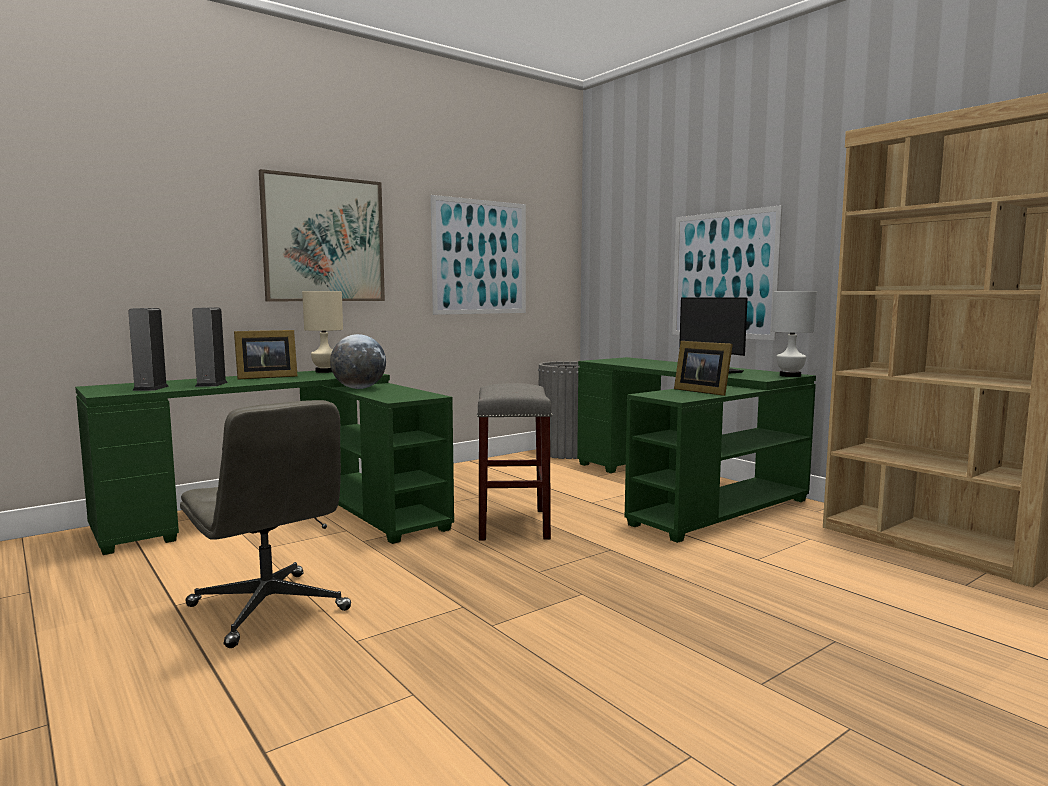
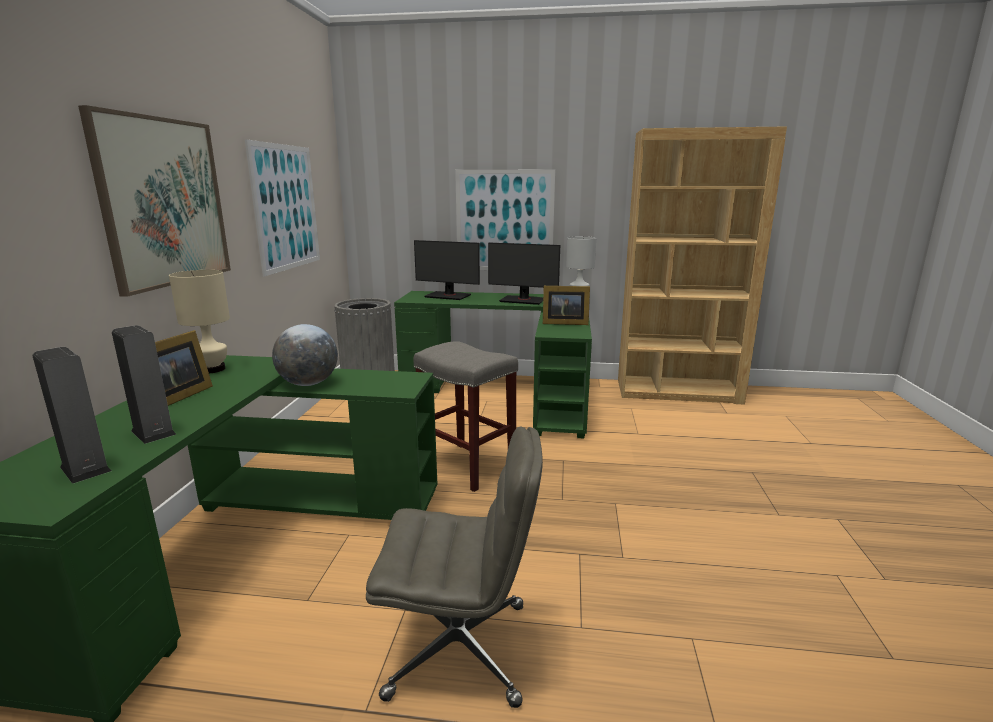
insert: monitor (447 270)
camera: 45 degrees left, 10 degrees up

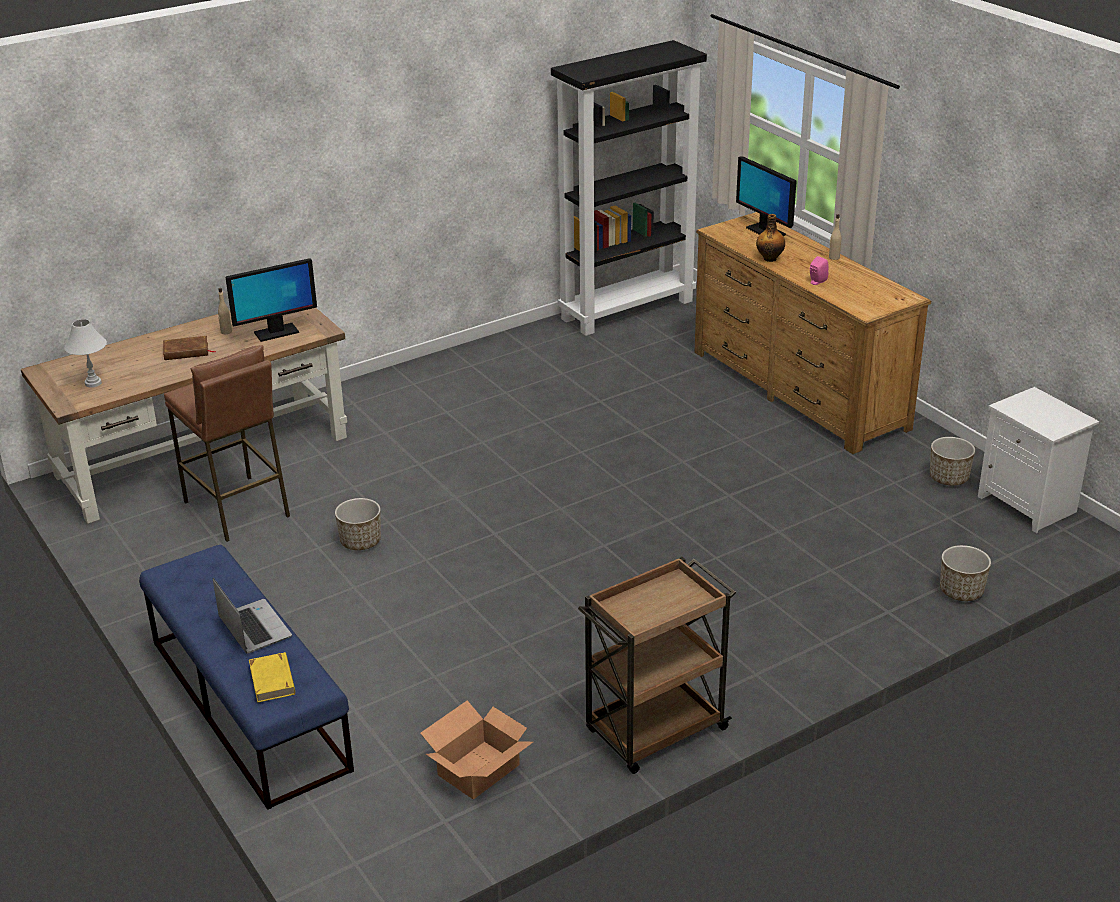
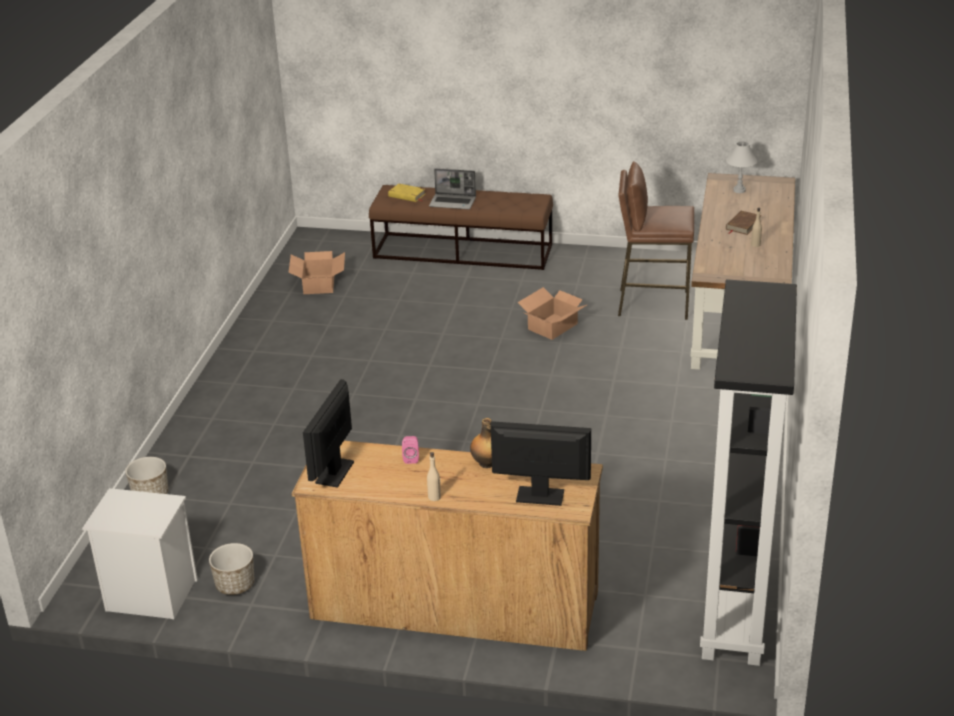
delete: brown_cart (657 665)
move: monitor (271 300) to (328 433)
replace: planter (358 524) to cardboard_box (552 313)
recolor: blue_bench (246 677) to brown_bench (461 227)
camera: 135 degrees right, 0 degrees up

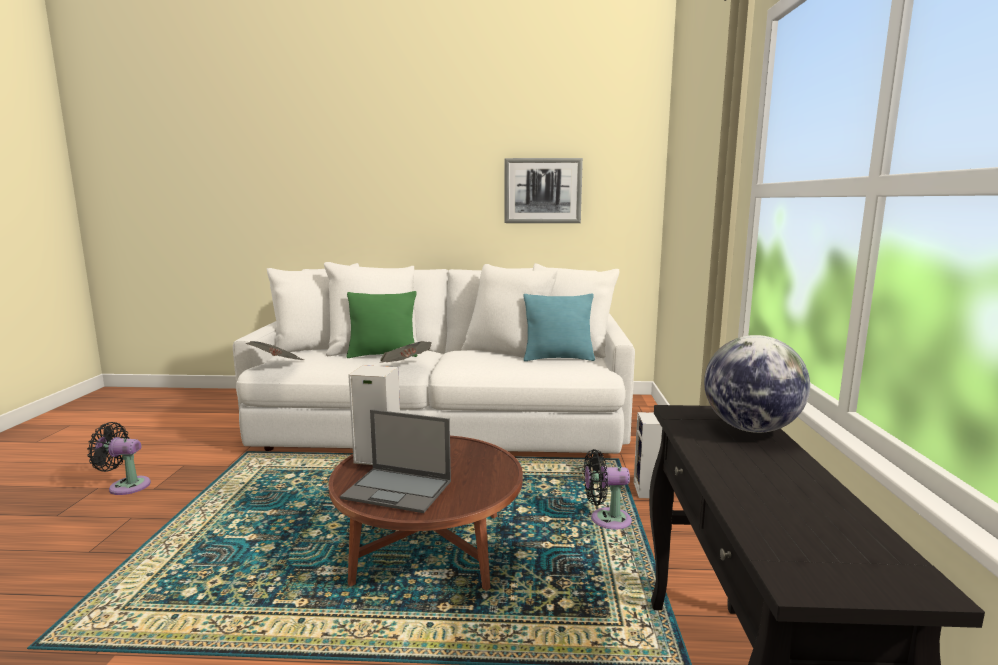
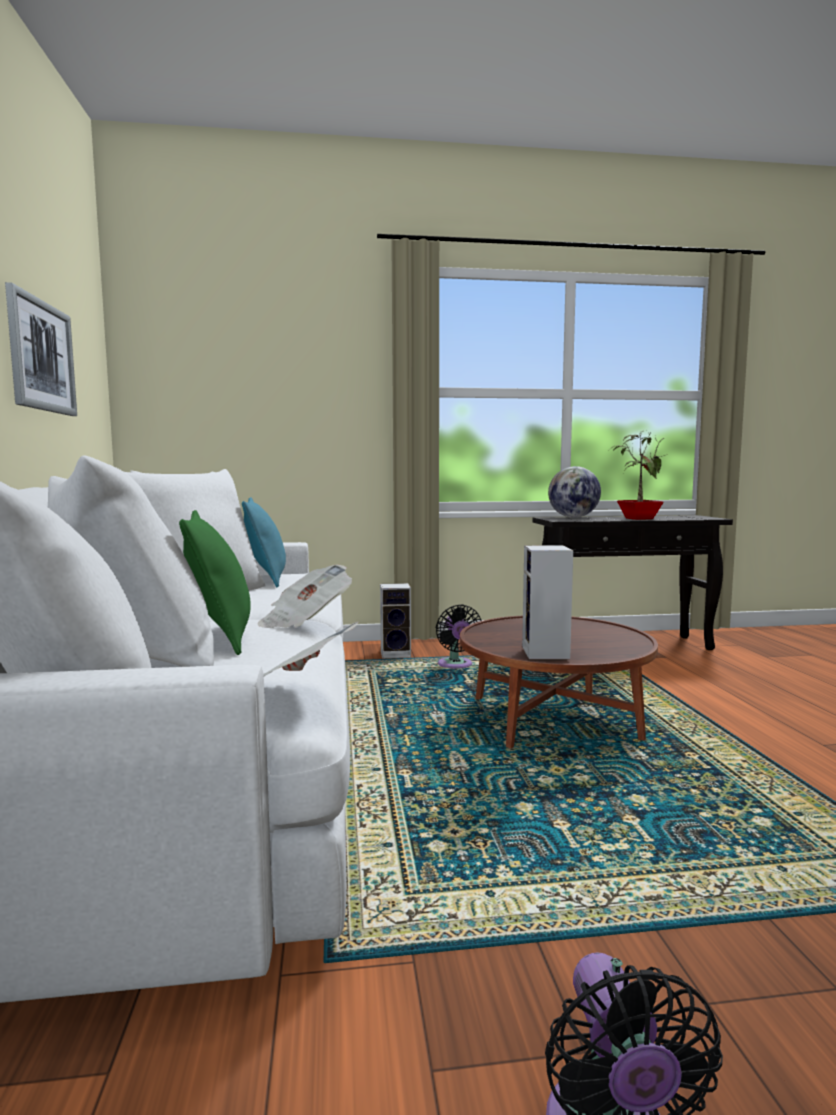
delete: laptop (395 461)
insert: potted_plant (637 475)
camera: 100 degrees left, 5 degrees down

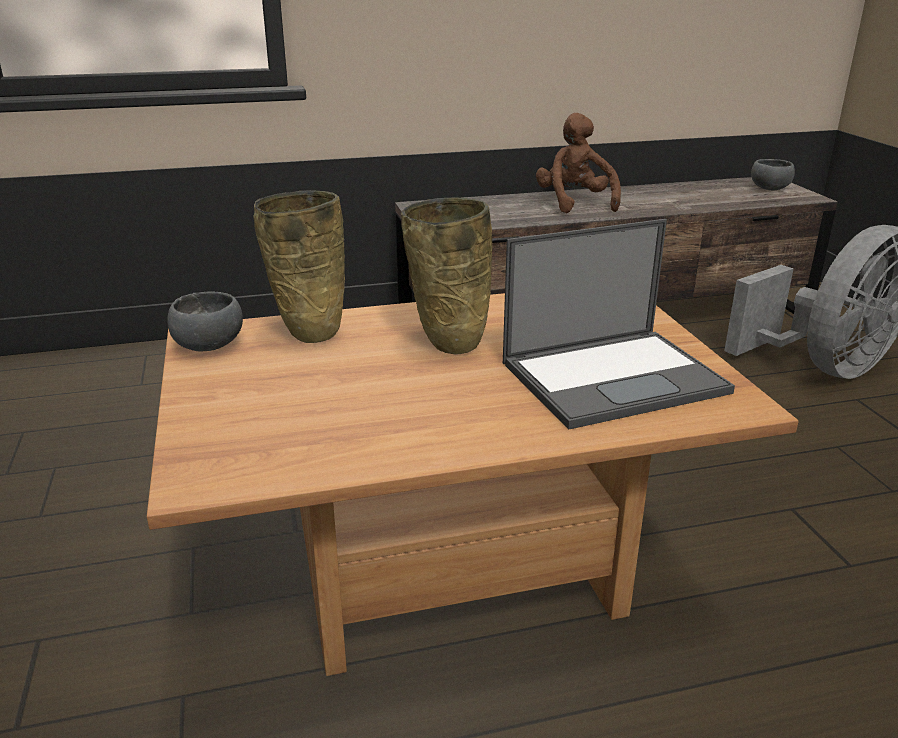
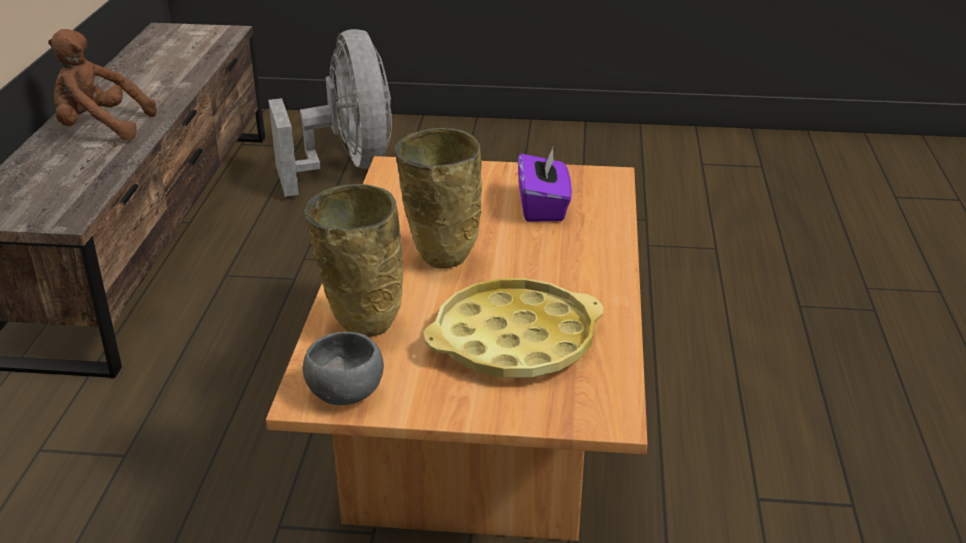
delete: grey_bowl (773 175)
insert: yellow_tray (513 328)
replace: laptop (619 324) to purple_tissue_box (545 185)
camera: 70 degrees left, 5 degrees up

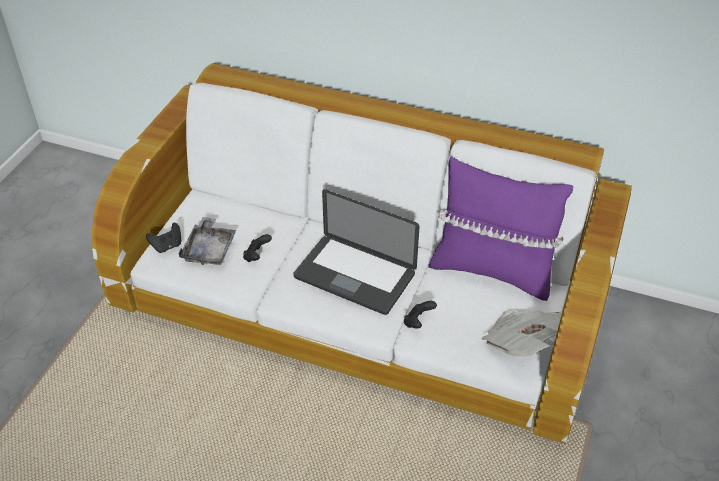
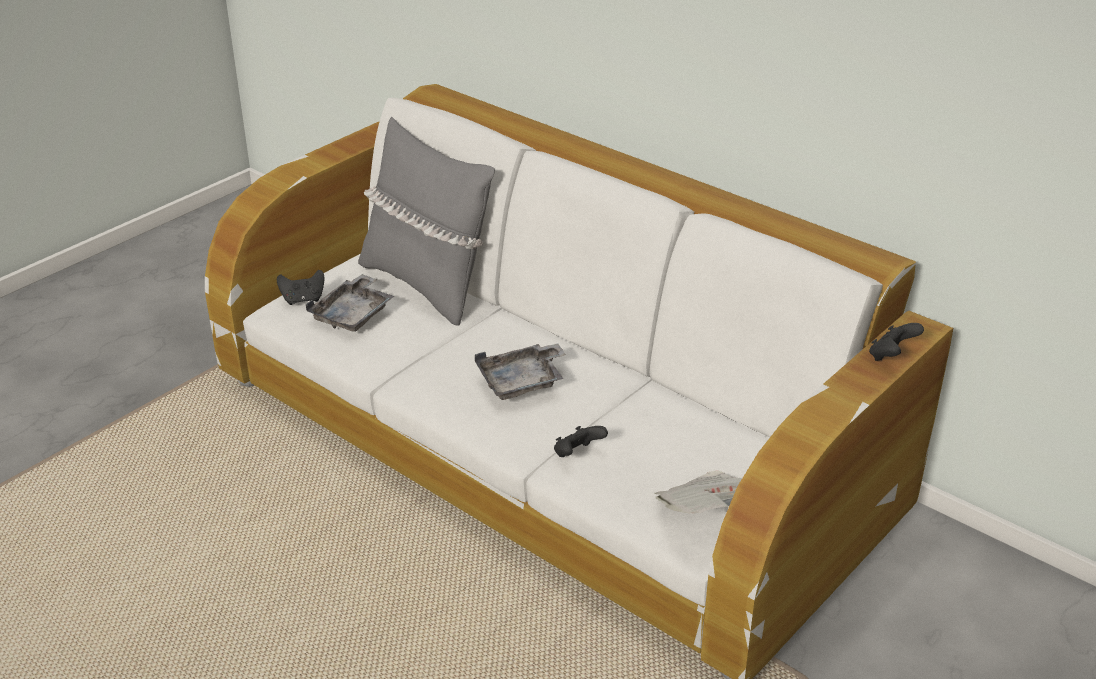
delete: purple_pillow (500 228)
insert: grey_pillow (426 221)
move: black_game_controller (257 248) to (896 342)
replace: laptop (356 252) to grey_tray (520 371)
camera: 20 degrees right, 10 degrees down

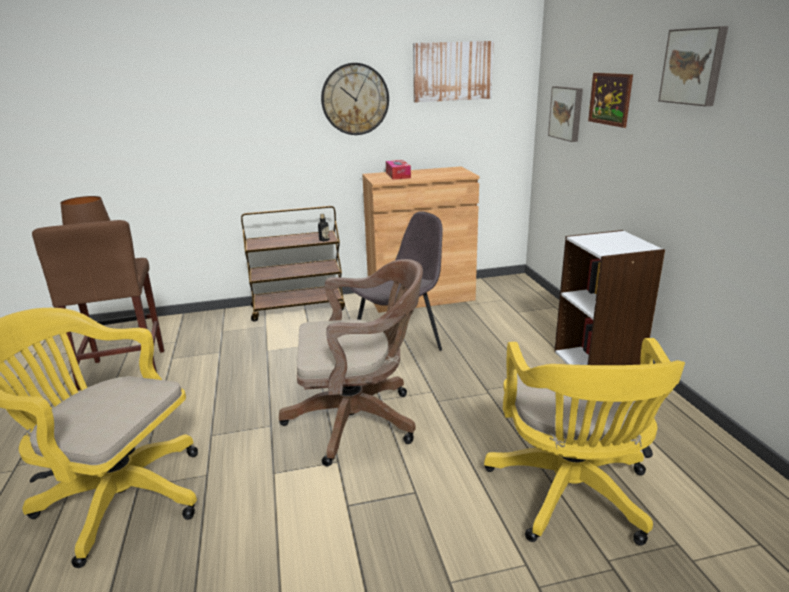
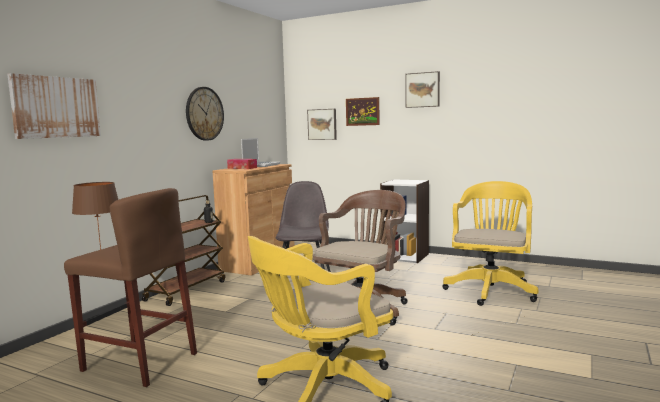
insert: laptop (260 152)
move: picture (453 72) to (54 106)
rotate: yellow_office_chair (584 442) = (490 243) 105 degrees counterclockwise
camera: 50 degrees left, 15 degrees down

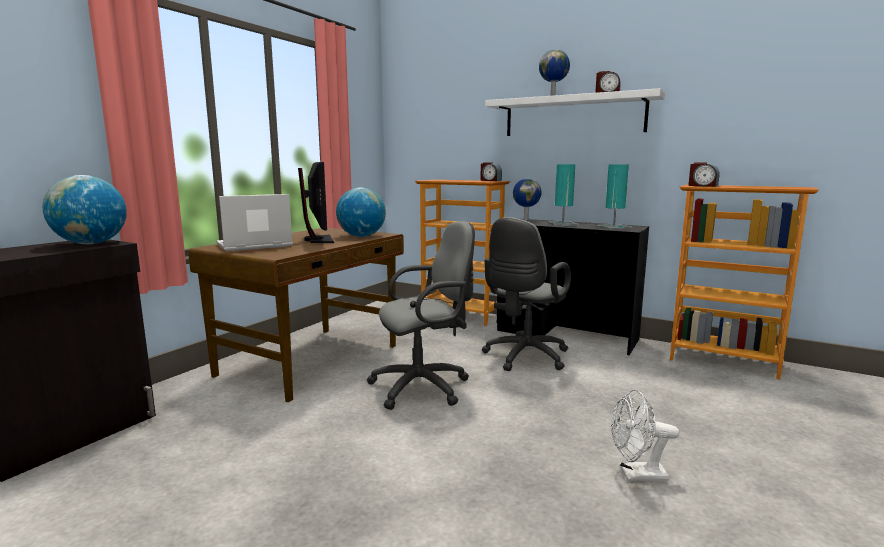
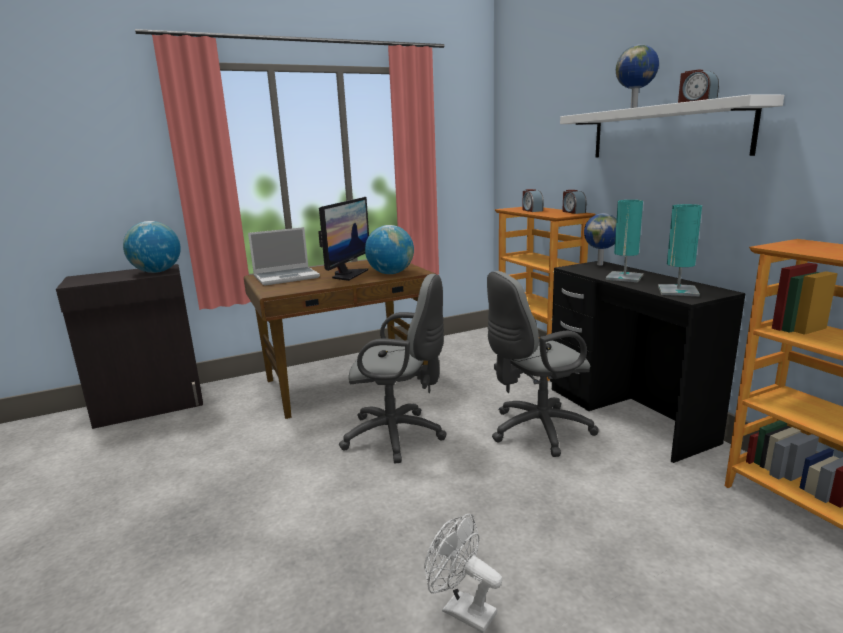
move: alarm_clock (703 175) to (532 200)
rotate: laptop (254 223) = (284 256) 150 degrees clockwise
camera: 35 degrees right, 5 degrees up

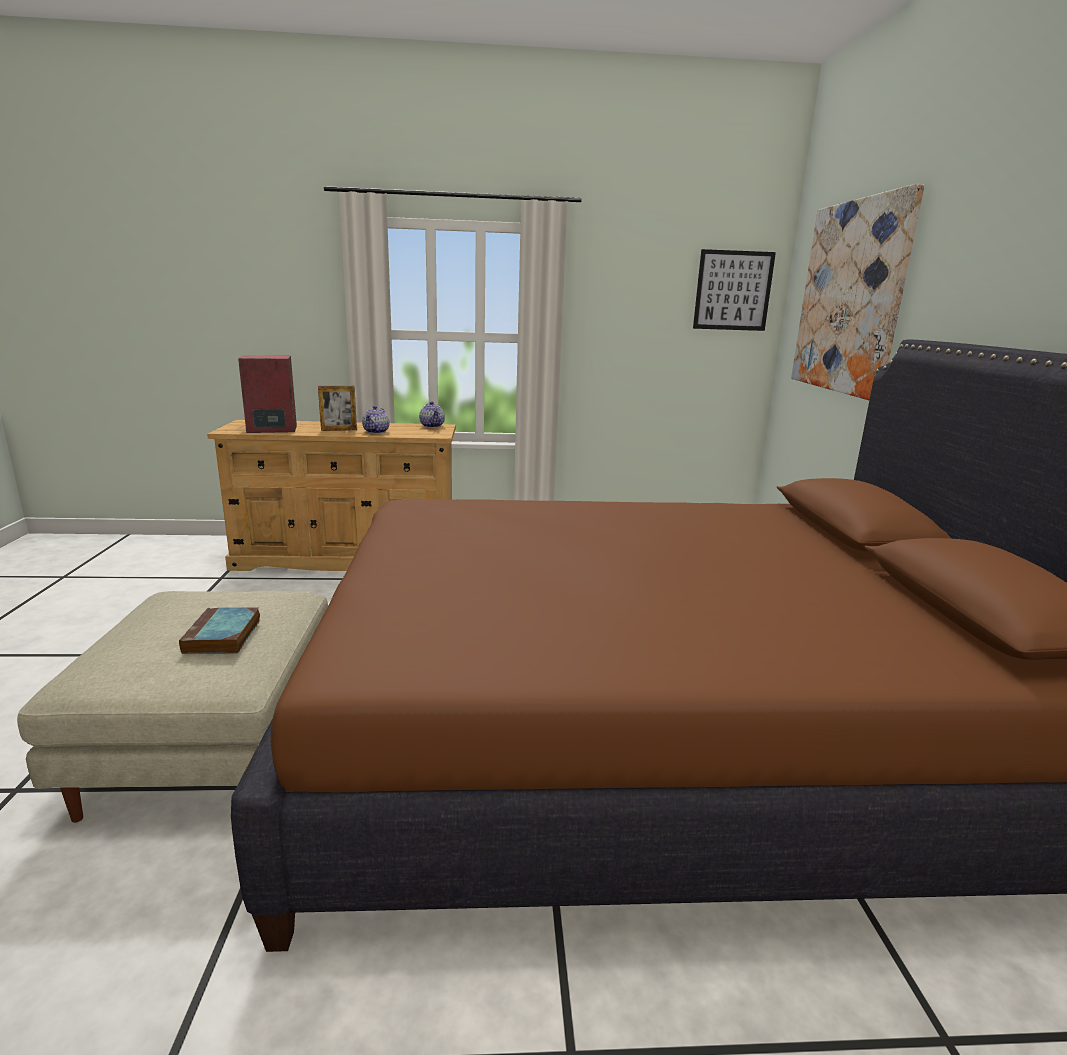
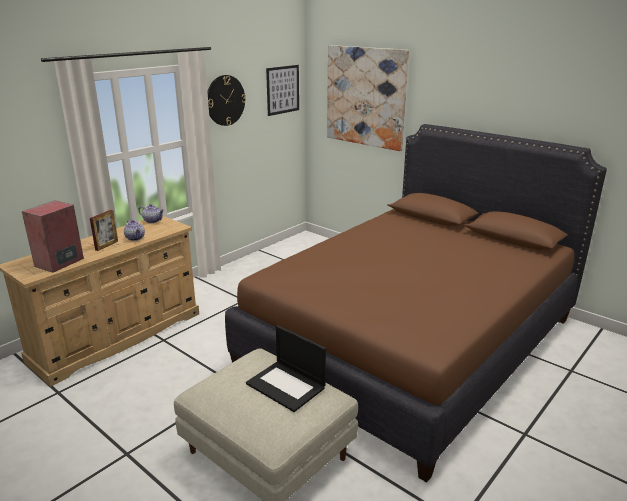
insert: wall_clock (226 100)
replace: book (219 630) to laptop (286 368)
camera: 45 degrees left, 5 degrees up

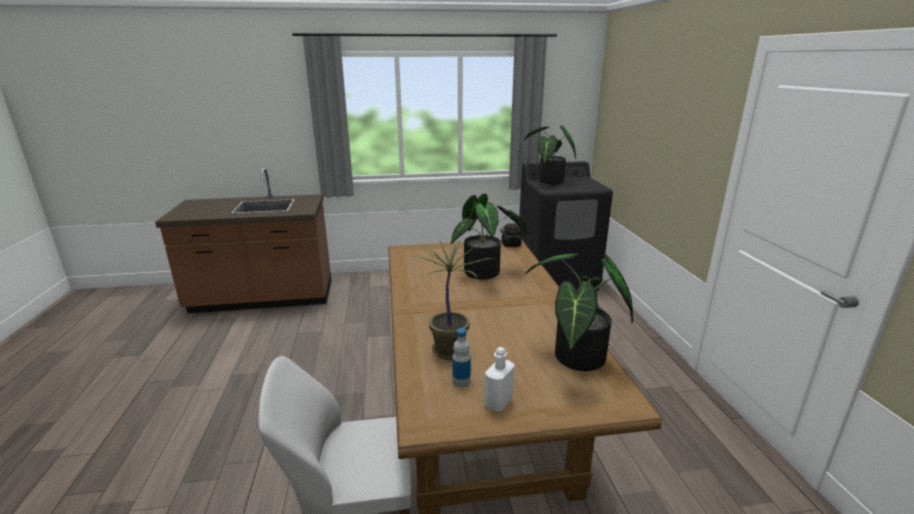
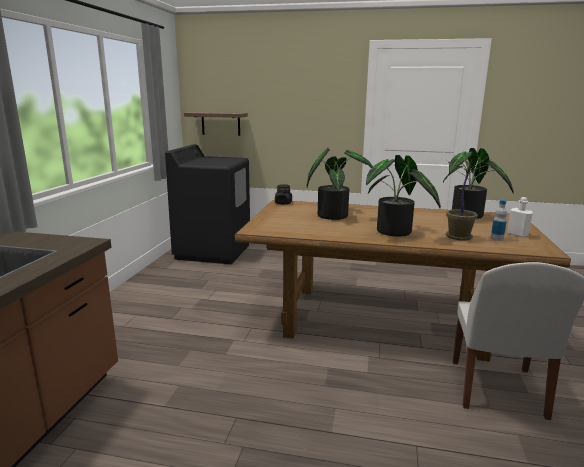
insert: shelf (216 124)
move: potted_plant (550 154) to (403 196)
camera: 70 degrees left, 5 degrees down

